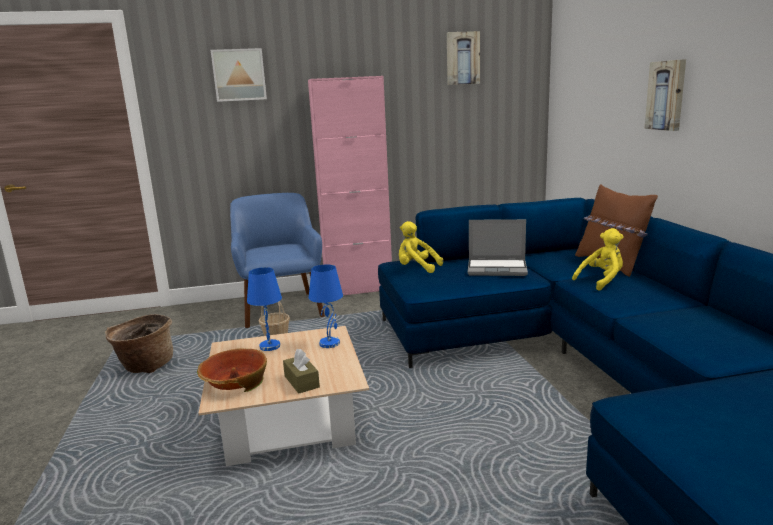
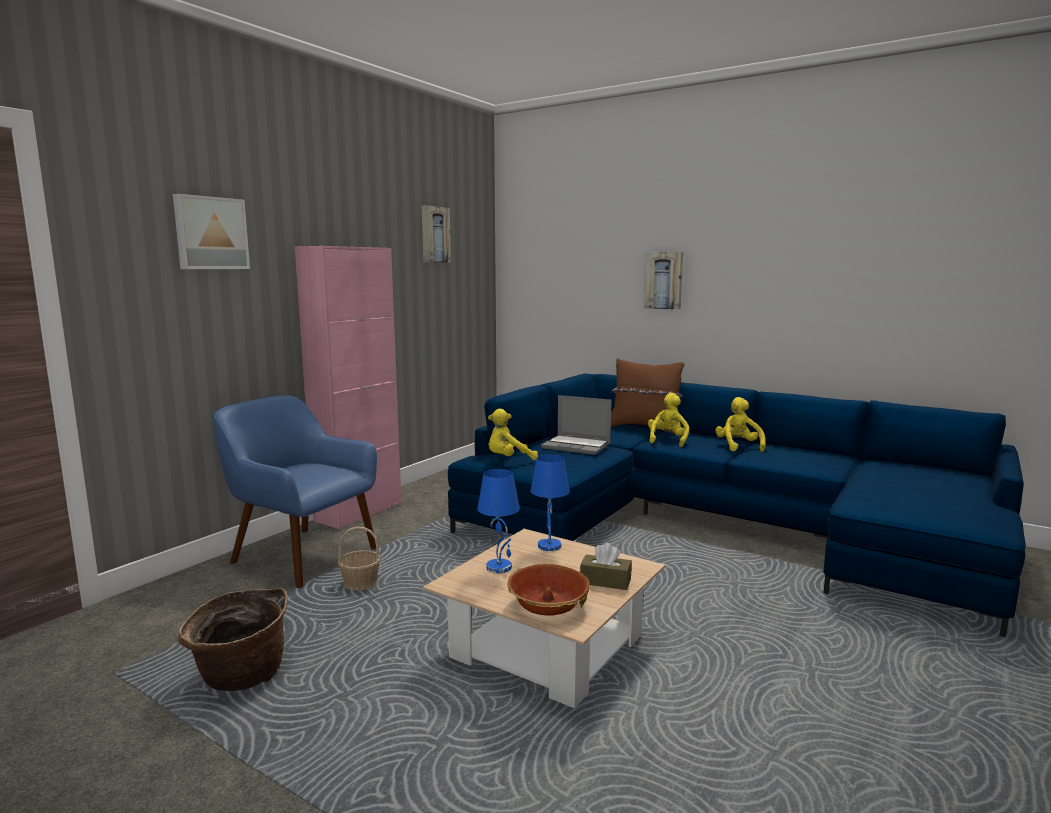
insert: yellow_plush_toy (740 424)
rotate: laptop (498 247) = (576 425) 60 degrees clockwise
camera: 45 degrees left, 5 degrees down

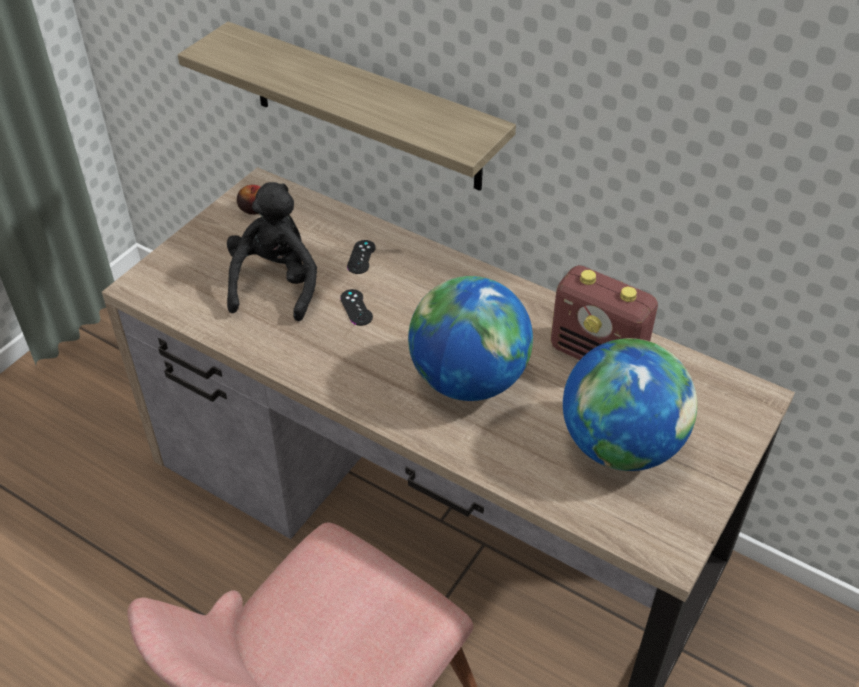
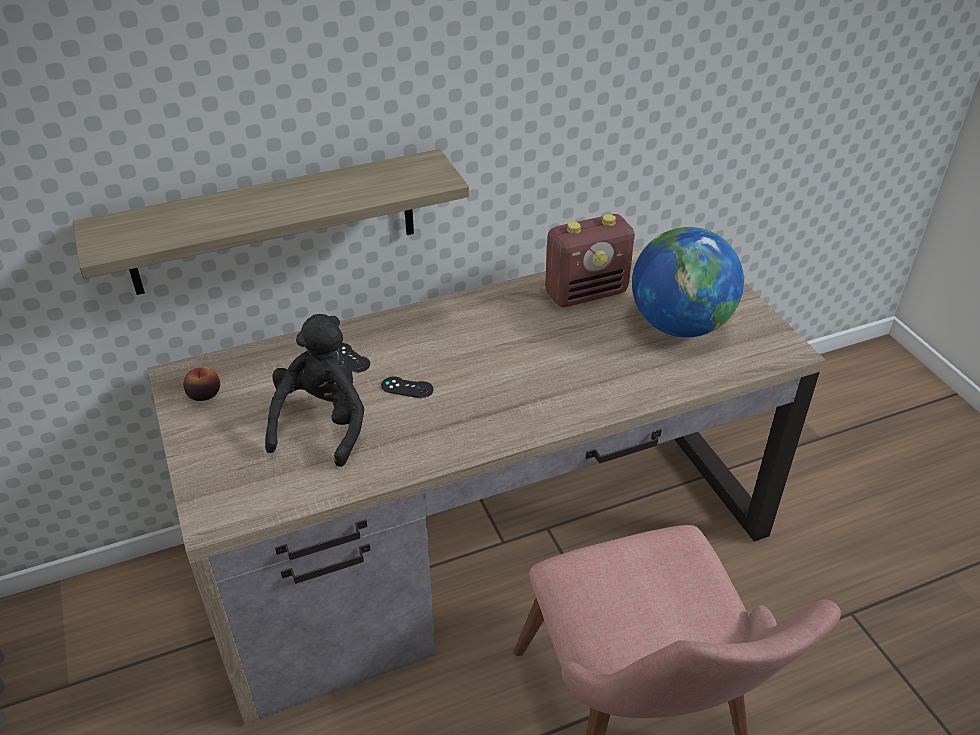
delete: globe (470 338)
rotate: black_plush_toy (272 251) = (315 390) 60 degrees clockwise
camera: 55 degrees left, 5 degrees down

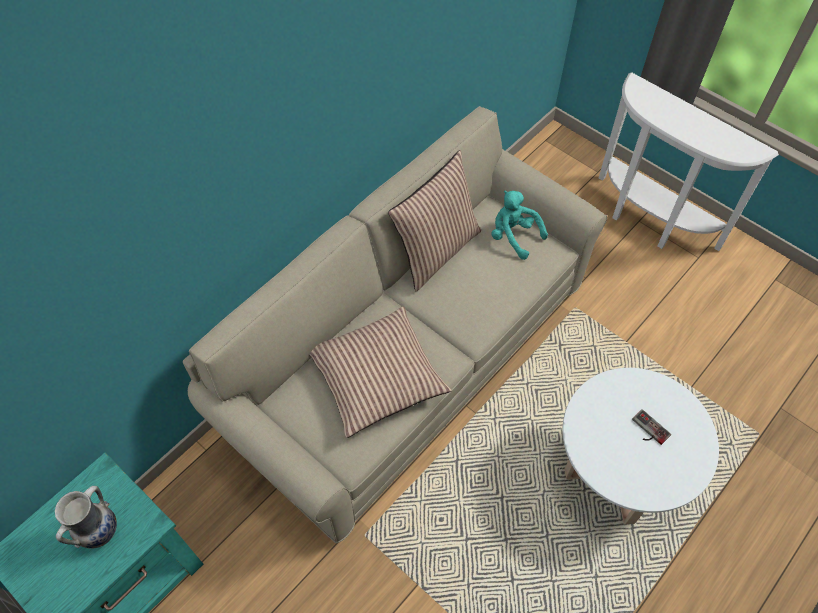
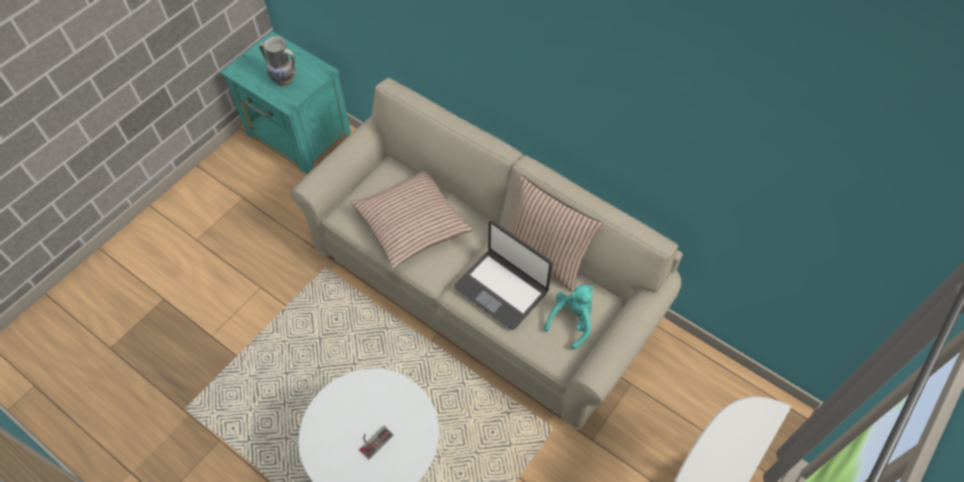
insert: laptop (503 275)
camera: 85 degrees right, 0 degrees up

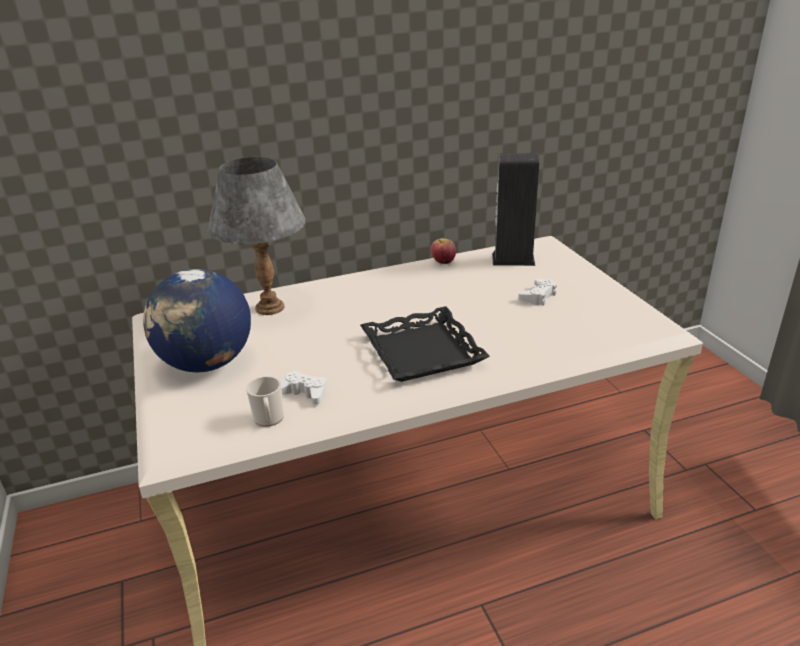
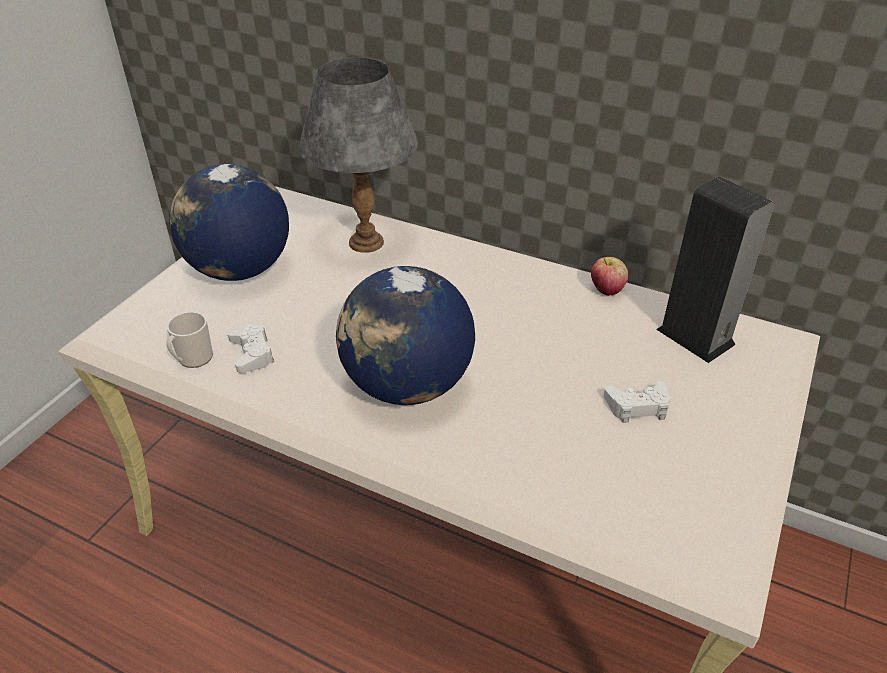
replace: black_tray (425 344) to globe (405 335)
camera: 45 degrees right, 10 degrees up

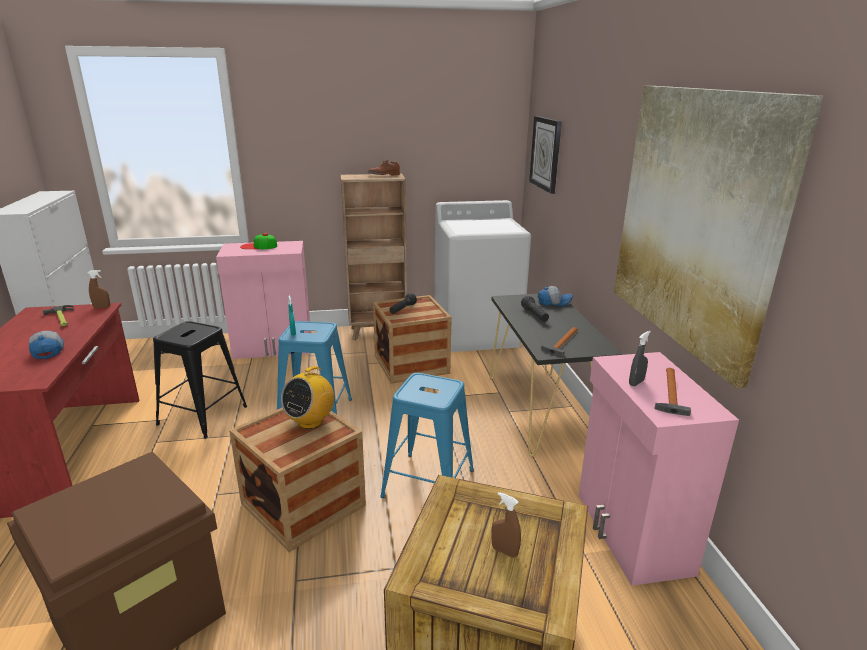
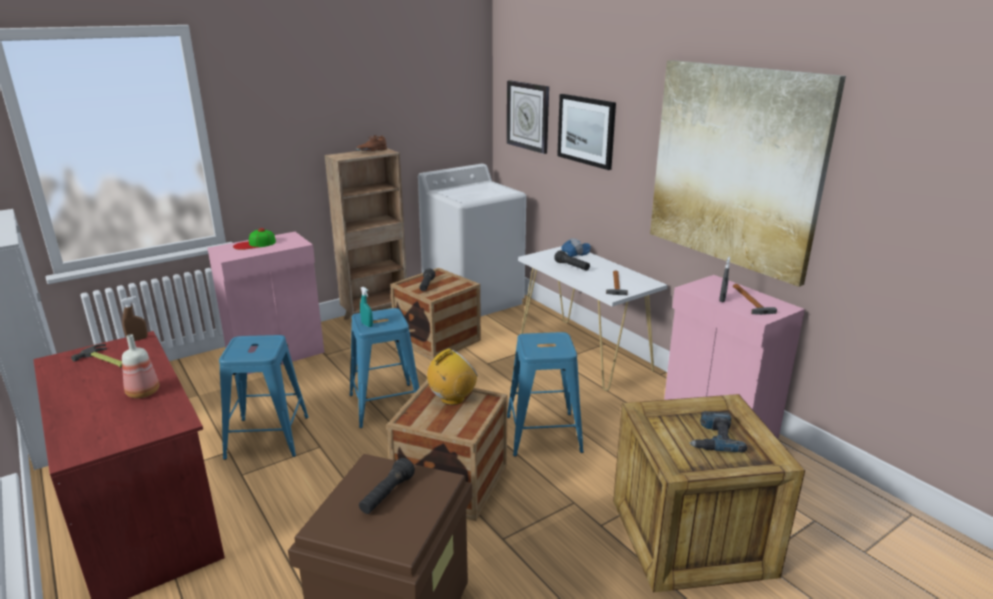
insert: black_flashlight (387 486); picture (586 132)
replace: cap (46 345) to bottle (140 366); brown_spray_bottle (506 525) to power_drill (718 432)
recolor: black_stool (200 380) to blue_stool (264 397); black_console_table (556 375) to white_console_table (593 318)
rotate: radio (307 397) = (452 376) 135 degrees counterclockwise
camera: 25 degrees left, 0 degrees up

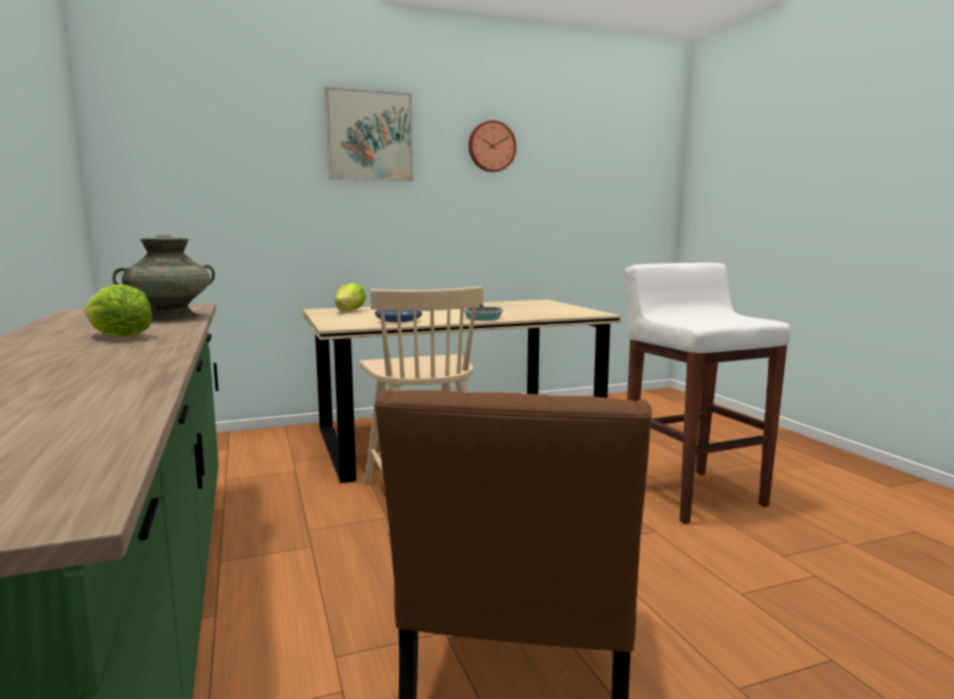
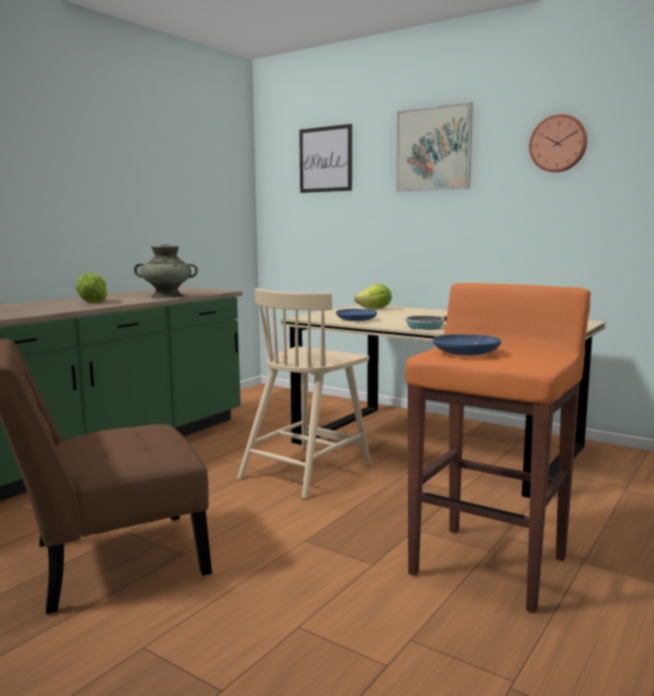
insert: picture (325 158); blue_plate (467 344)
recolor: white_stool (707 393) to orange_stool (498 448)
camera: 55 degrees right, 0 degrees up

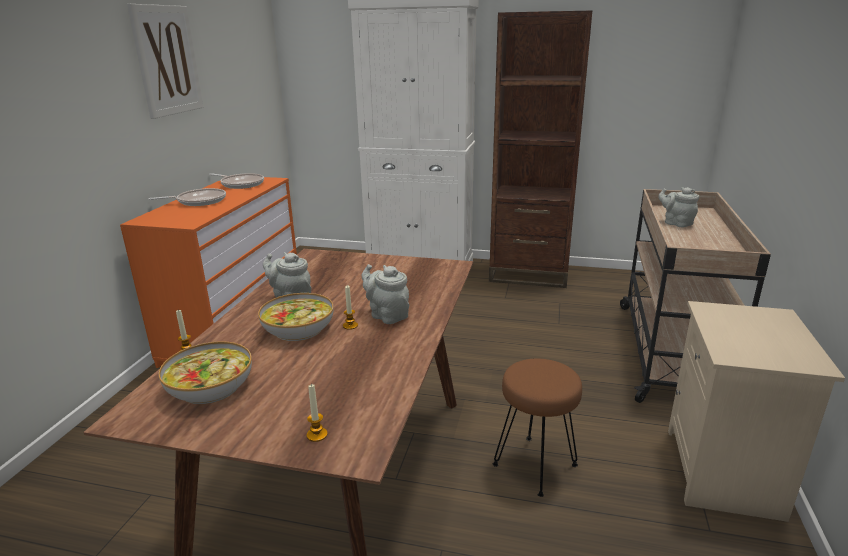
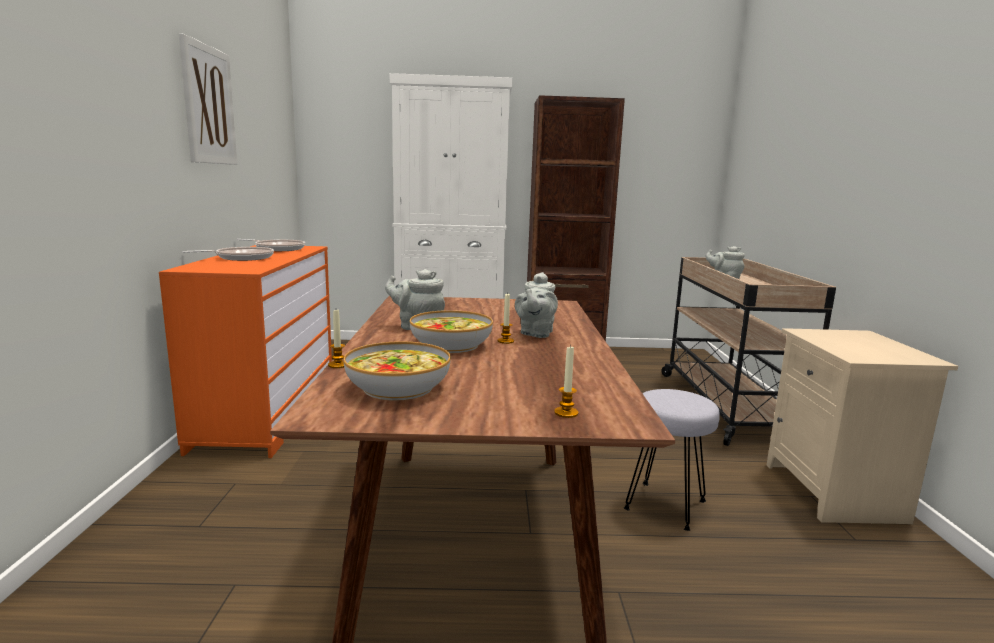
recolor: brown_stool (537 428) to grey_stool (672 460)
rotate: grey_teapot (385 294) = (536 305) 105 degrees counterclockwise
camera: 15 degrees left, 10 degrees down

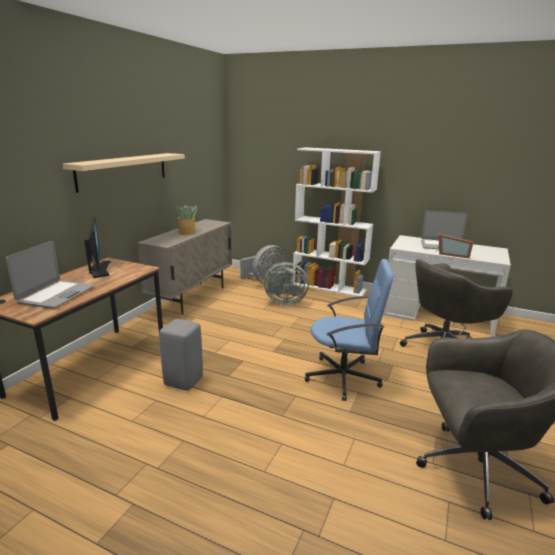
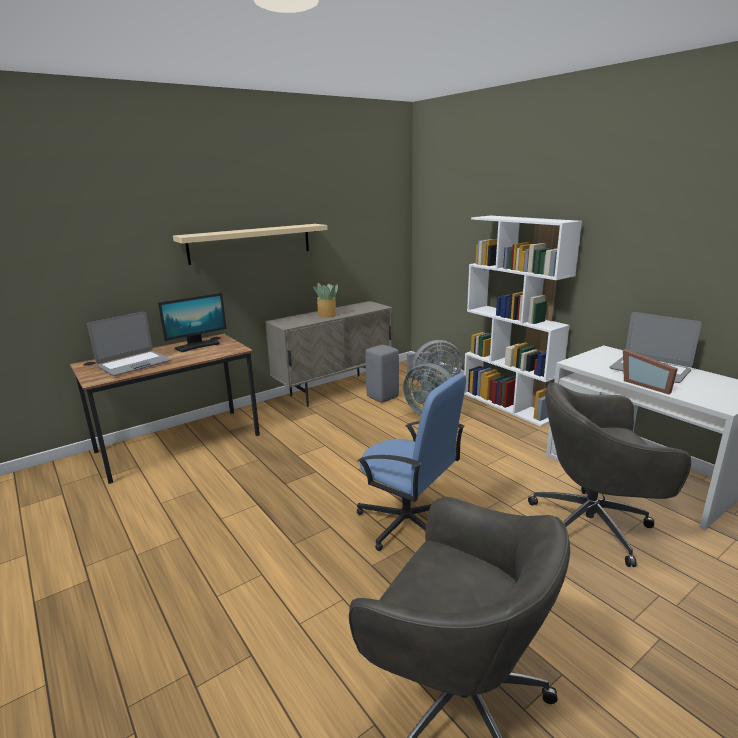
move: grey_stool (181 355) to (382 373)
rotate: monitor (97 247) = (192 322) 45 degrees clockwise
camera: 30 degrees right, 0 degrees up

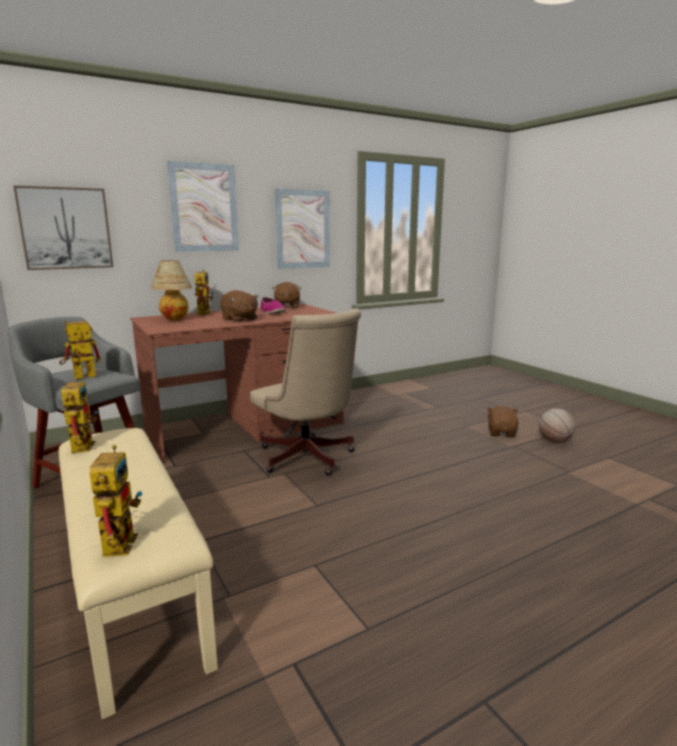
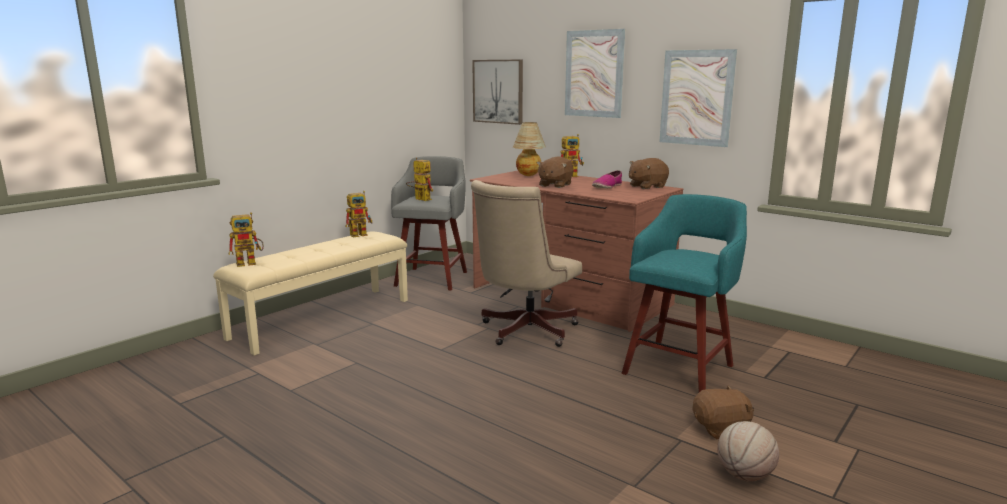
insert: turquoise_stool (684 293)
camera: 70 degrees right, 0 degrees up

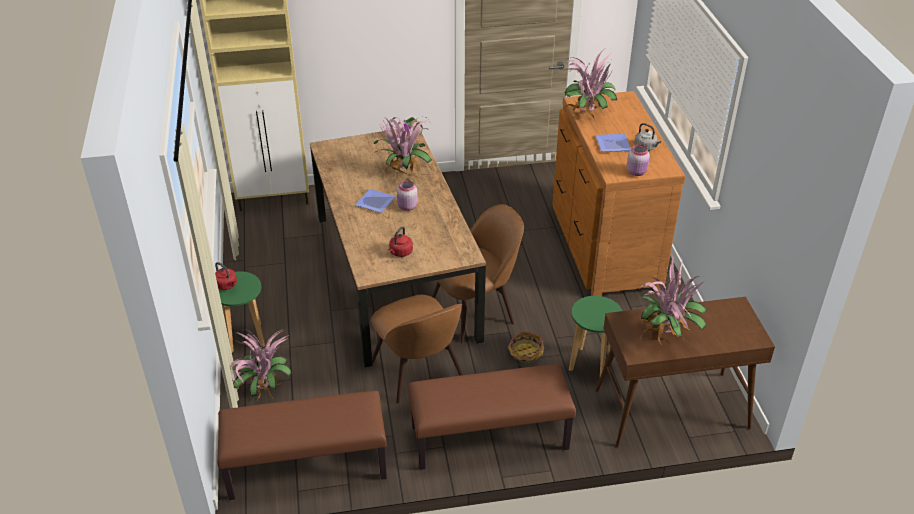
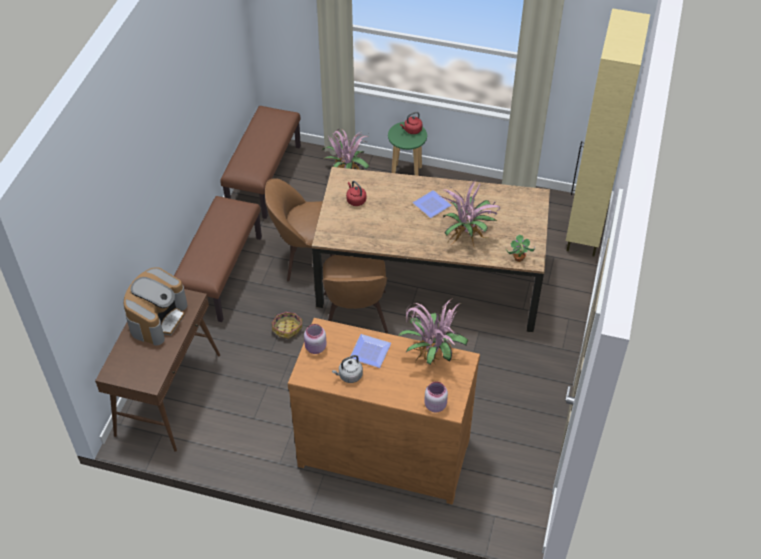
delete: green_stool (595 336)
move: pink_jar (407 195) to (436 397)
replace: potted_plant (672 299) to coffee_machine (155 306)
camera: 115 degrees right, 10 degrees up

